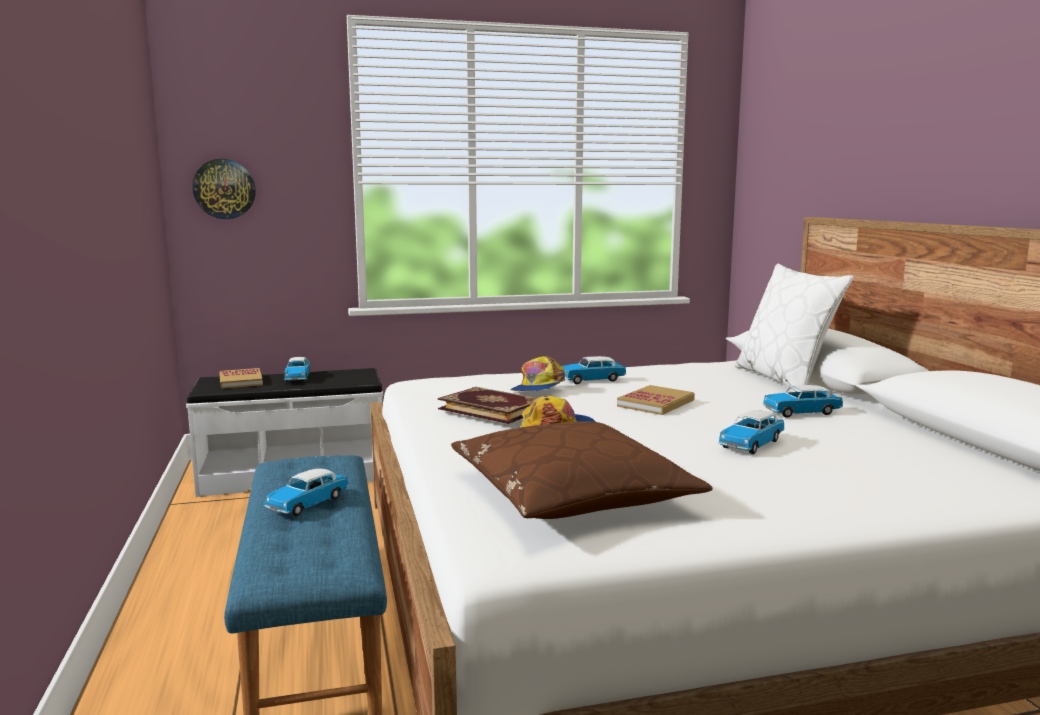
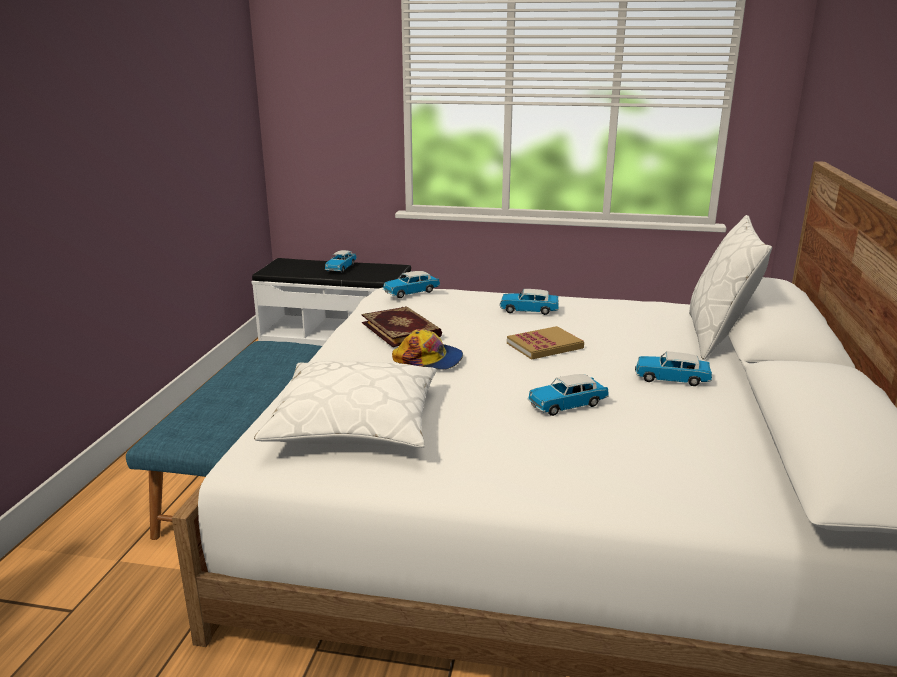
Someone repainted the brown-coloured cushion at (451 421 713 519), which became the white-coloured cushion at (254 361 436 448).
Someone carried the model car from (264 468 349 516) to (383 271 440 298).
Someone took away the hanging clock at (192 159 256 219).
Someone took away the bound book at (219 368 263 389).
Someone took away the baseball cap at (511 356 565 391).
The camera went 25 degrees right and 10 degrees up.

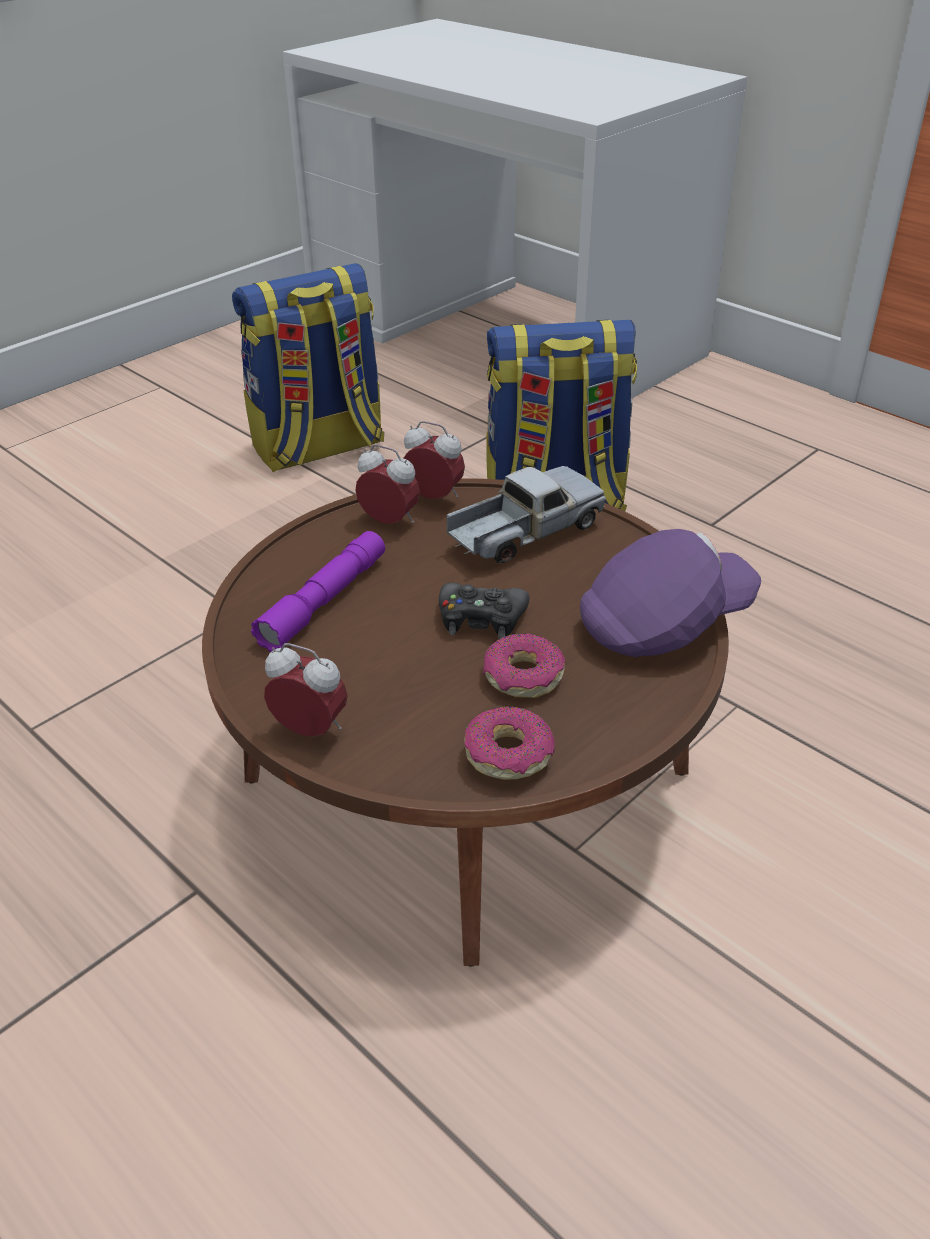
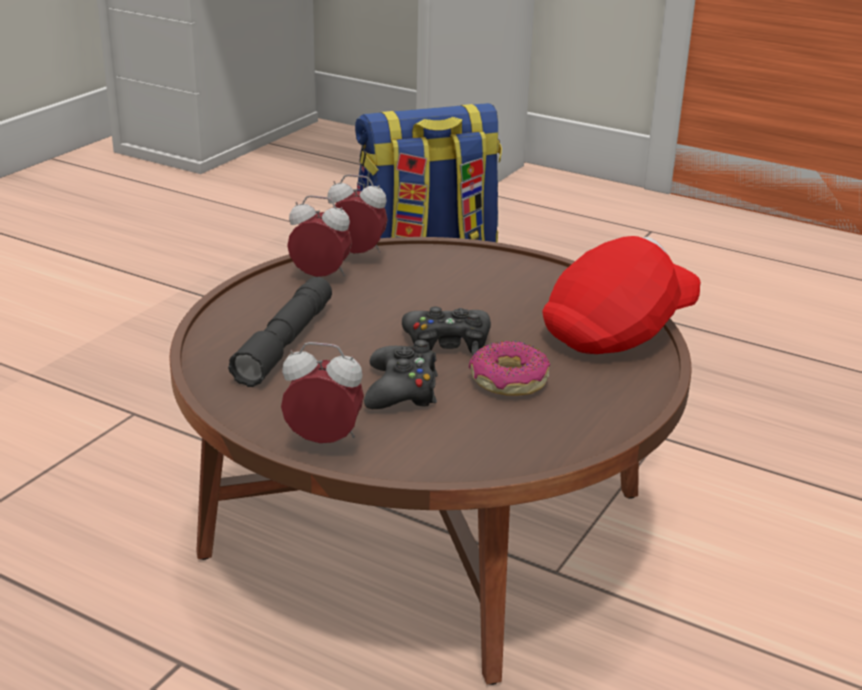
Someone repainted the purplish flashlight at (251 531 385 652), which became the grey flashlight at (228 277 332 387).
Someone put down the blackish game controller at (364 340 438 409).
Someone repainted the purplish baseball cap at (580 529 761 657), which became the red-coloured baseball cap at (542 236 701 354).
Someone took away the rucksack at (232 263 384 472).
Someone took away the toy lorry at (447 466 606 563).
Someone took away the donut at (464 706 555 780).
The camera went 15 degrees left and 10 degrees down.

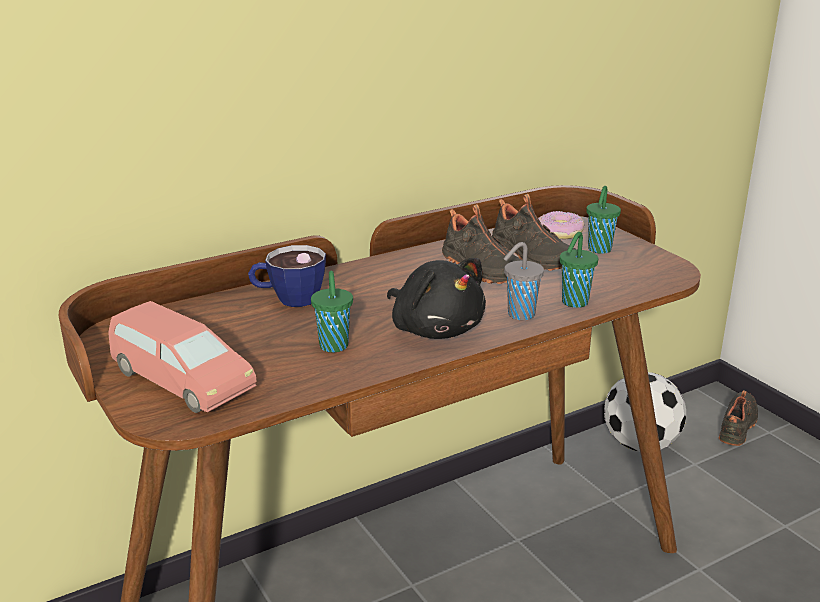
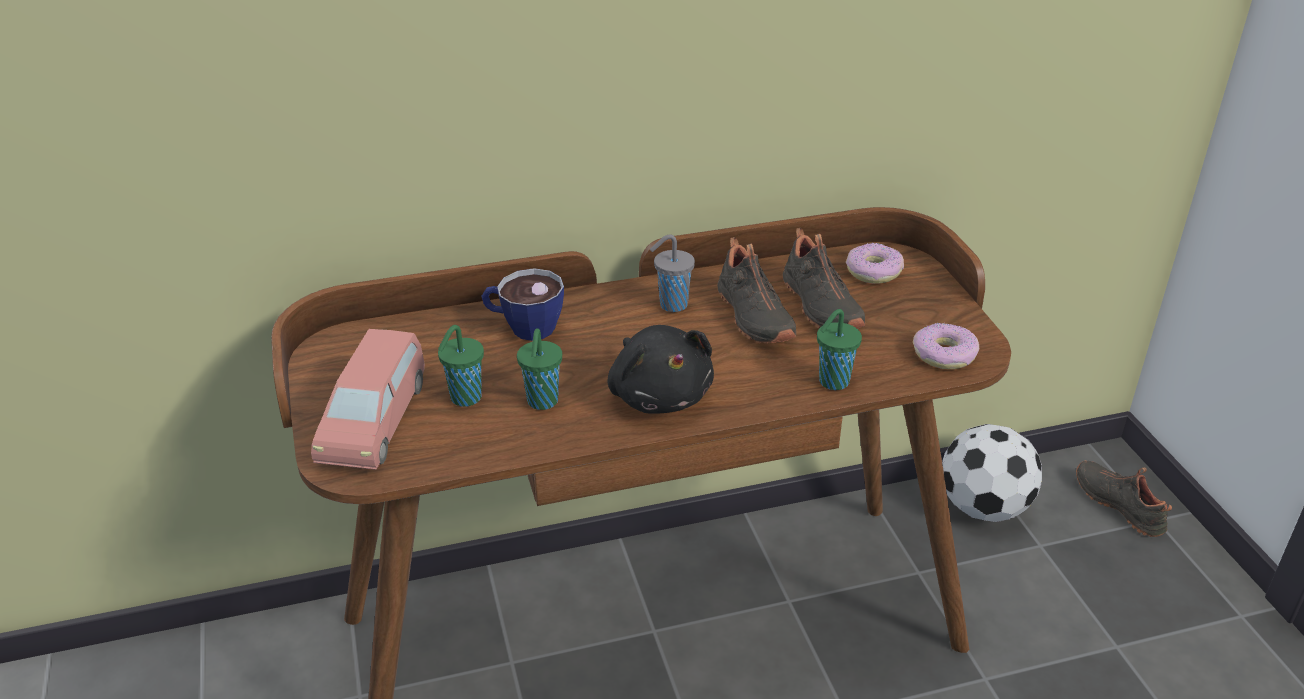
Someone rotated the pink-coloured model car at (108 301 257 413) by 45 degrees clockwise.
Someone carried the green cup from (586 186 621 254) to (438 325 484 407).
Someone carried the grey cup from (503 242 544 320) to (650 234 695 312).
Someone put down the donut at (913 323 979 369).
Someone rotated the blackish low shoe at (719 390 758 446) by 75 degrees counterclockwise.
The camera went 15 degrees right and 10 degrees up.

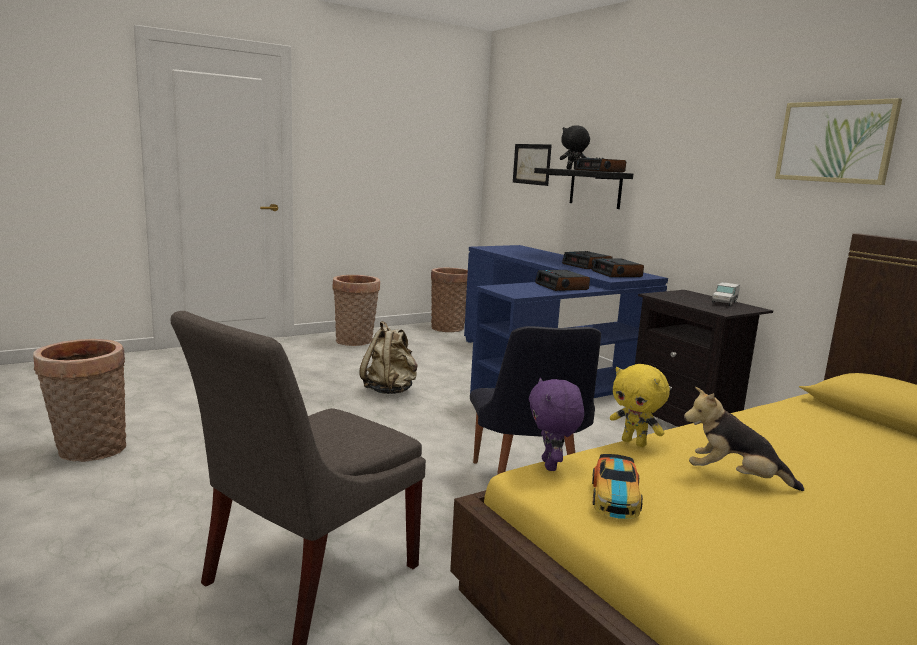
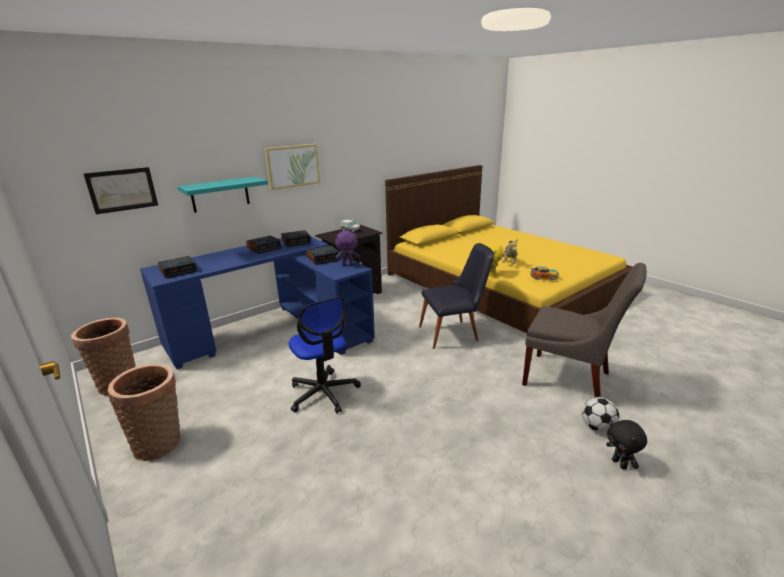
Someone carried the alarm clock from (575 157 626 173) to (158 256 197 278).
Someone repainted the blackish shelf at (534 168 633 209), which became the turquoise shelf at (177 177 268 213).
Someone carried the wall picture from (775 98 902 185) to (265 144 320 190).
Someone swapped the sand-coloured rucksack at (359 321 418 394) for the desk chair at (289 296 361 413).
Someone carried the purplish soft toy from (529 377 584 471) to (335 231 360 266).
Someone put down the football at (582 397 619 432).
Someone carried the blackish soft toy from (560 125 590 170) to (606 420 647 469).
Someone took away the basket at (33 339 126 462).
The camera went 95 degrees left and 10 degrees up.

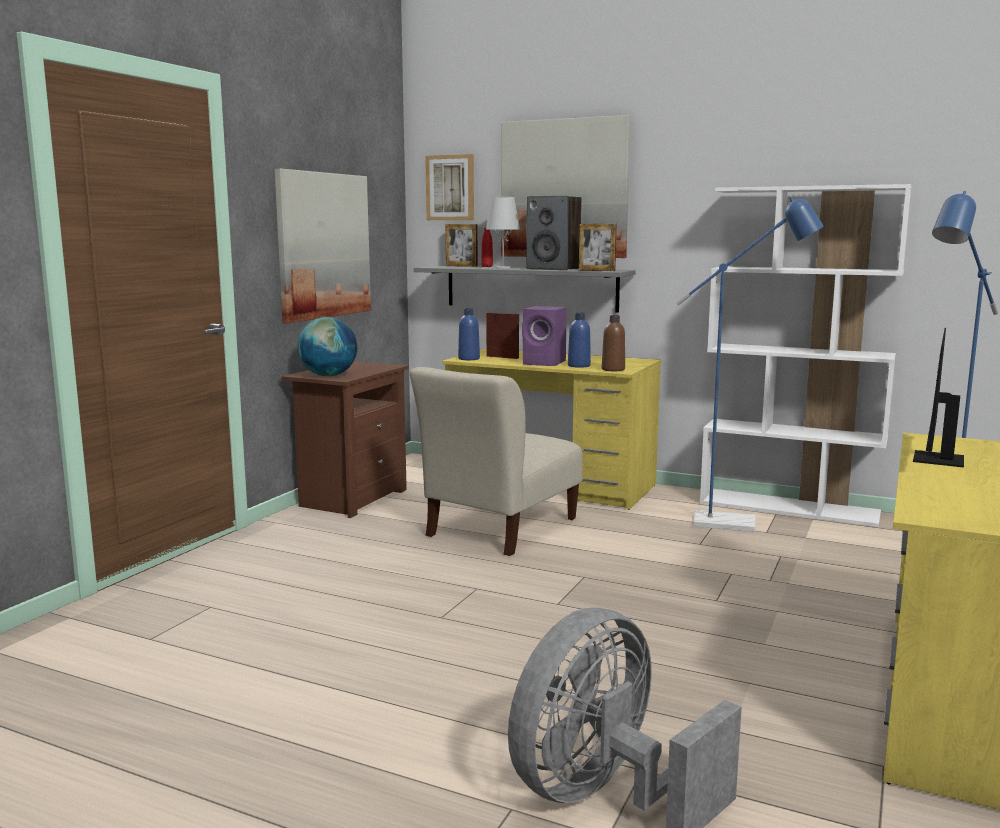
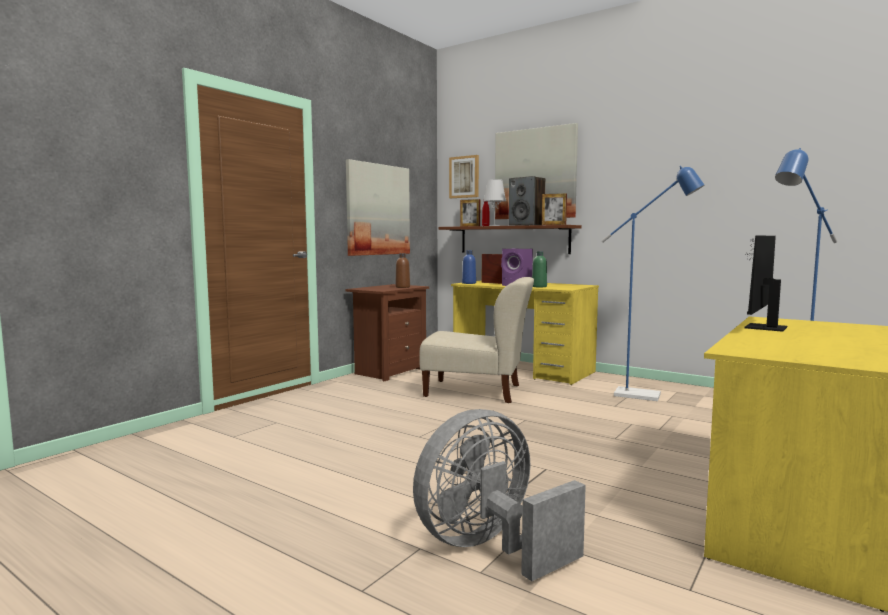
Someone carried the brown-coloured beverage bottle from (602 315 625 371) to (395 253 410 288).
Someone rotated the sand-coloured chair at (410 367 583 556) by 120 degrees counterclockwise.
Someone repainted the grey shelf at (414 266 635 313), which became the brown-coloured shelf at (438 225 582 254).
Someone repainted the bluish beverage bottle at (568 313 591 368), which became the green beverage bottle at (532 251 547 287).
Someone took away the globe at (297 317 357 376).
Someone took away the white-coloured shelving unit at (700 184 912 527).
The camera went 10 degrees right and 5 degrees down.

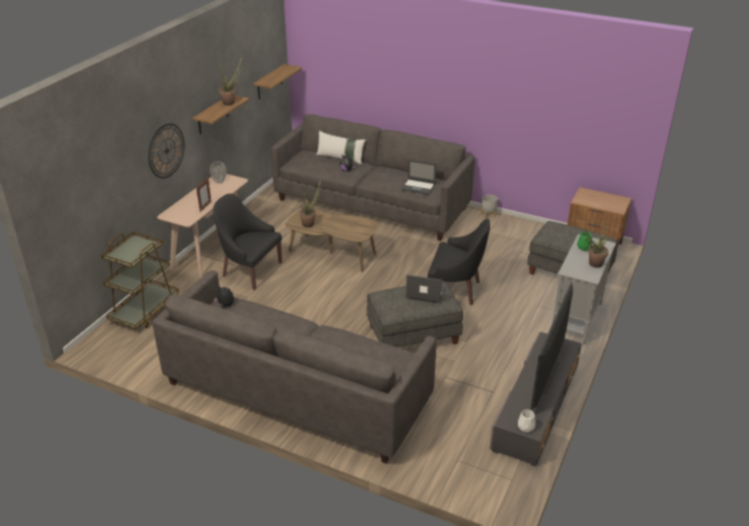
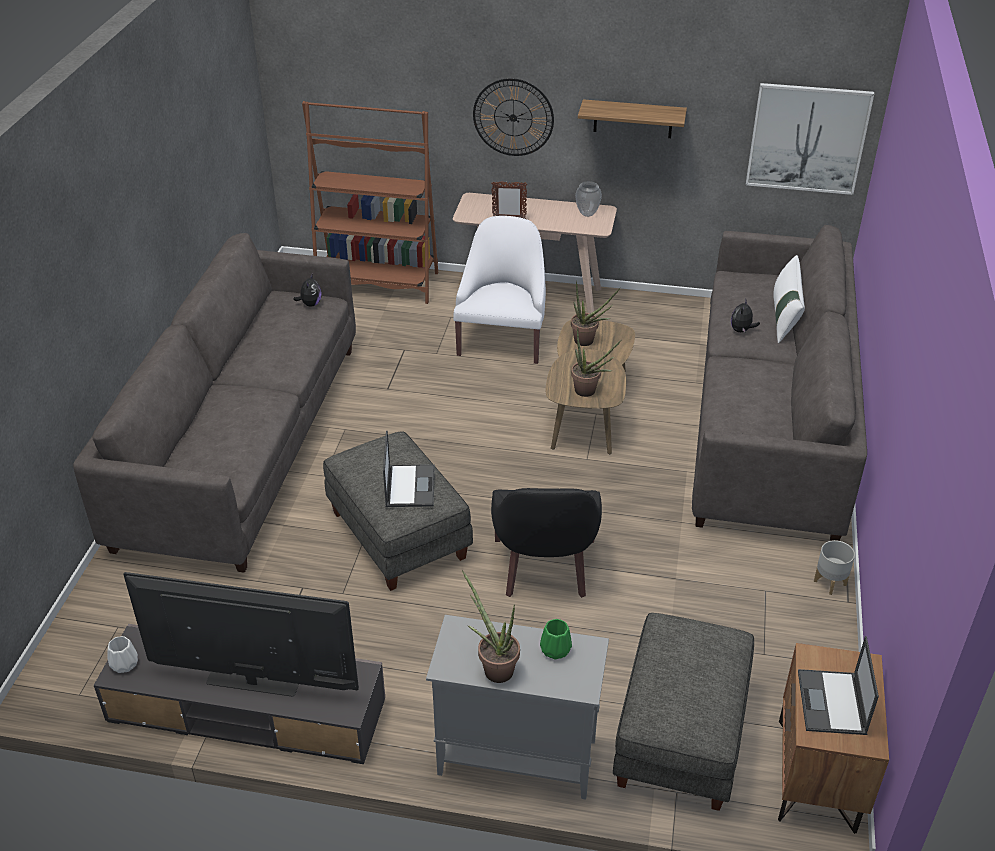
Someone swapped the brown-coloured trolley at (101 231 179 329) for the brown-coloured shelving unit at (302 101 438 304).
Someone repainted the blackish easy chair at (213 194 282 290), which became the white-coloured easy chair at (453 216 546 364).
Someone carried the plant in a pot from (219 58 242 105) to (571 327 621 397).
Someone swapped the shelf at (253 64 302 99) for the wall picture at (746 83 874 195).
Someone carried the notebook computer from (401 159 436 195) to (798 636 879 735).
The camera went 75 degrees right and 5 degrees up.

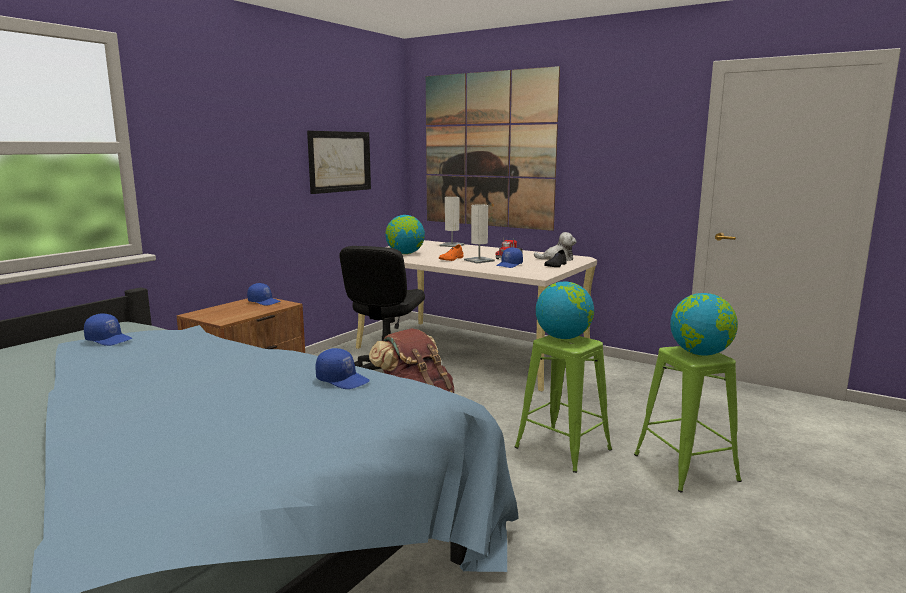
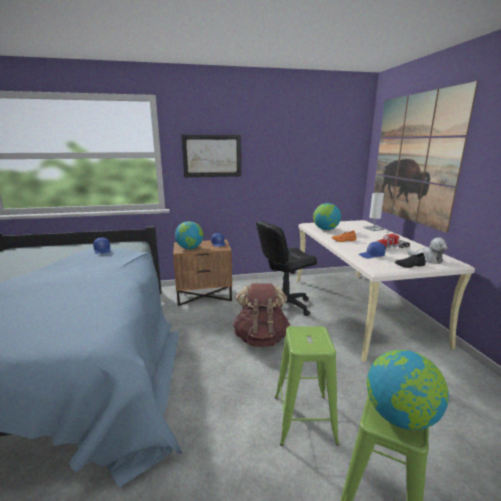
Someone carried the globe from (536 281 594 339) to (175 221 203 249).
Someone carried the wall picture from (307 131 371 194) to (182 135 241 177).
Someone took away the bluish baseball cap at (315 348 370 389).
Someone took away the white-coloured table lamp at (464 204 495 264).
The camera went 45 degrees right and 5 degrees up.

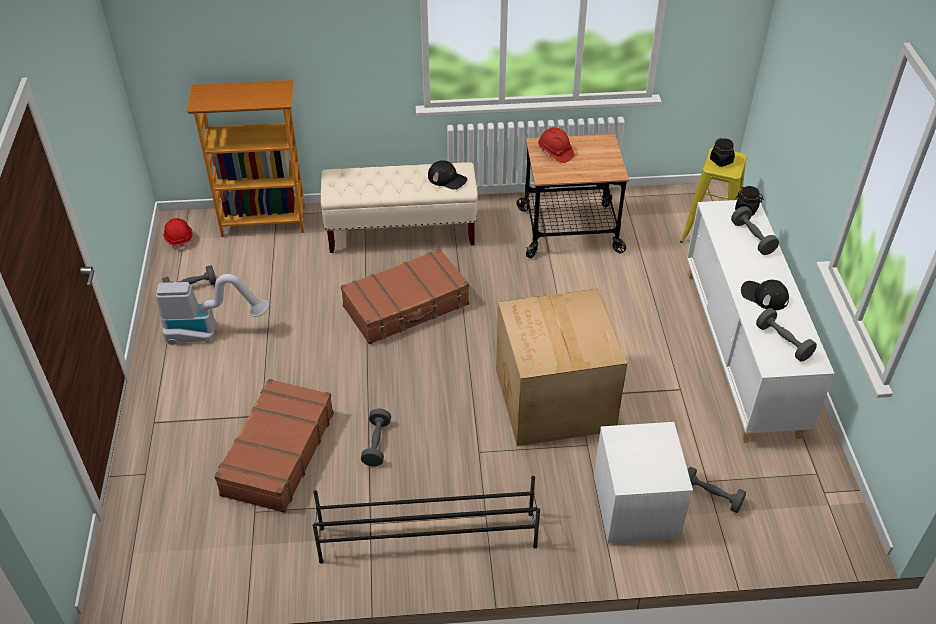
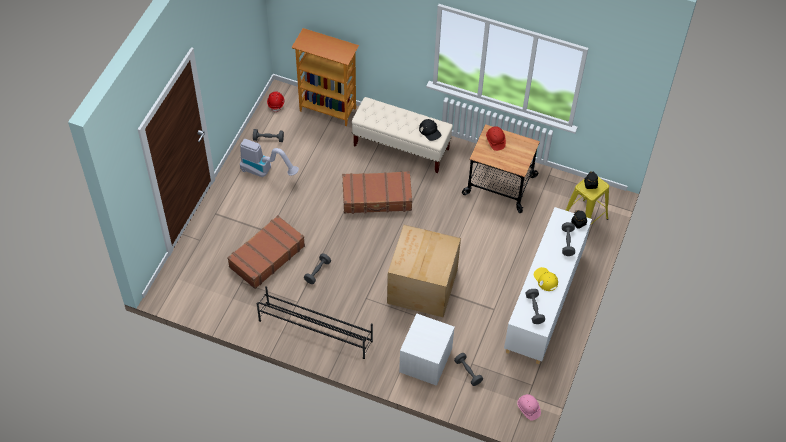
Someone put down the pink-coloured work helmet at (517 394 541 421).
Someone repainted the blackish baseball cap at (741 280 789 310), which became the yellow-coloured baseball cap at (534 267 558 291).
The camera went 25 degrees right and 10 degrees up.

